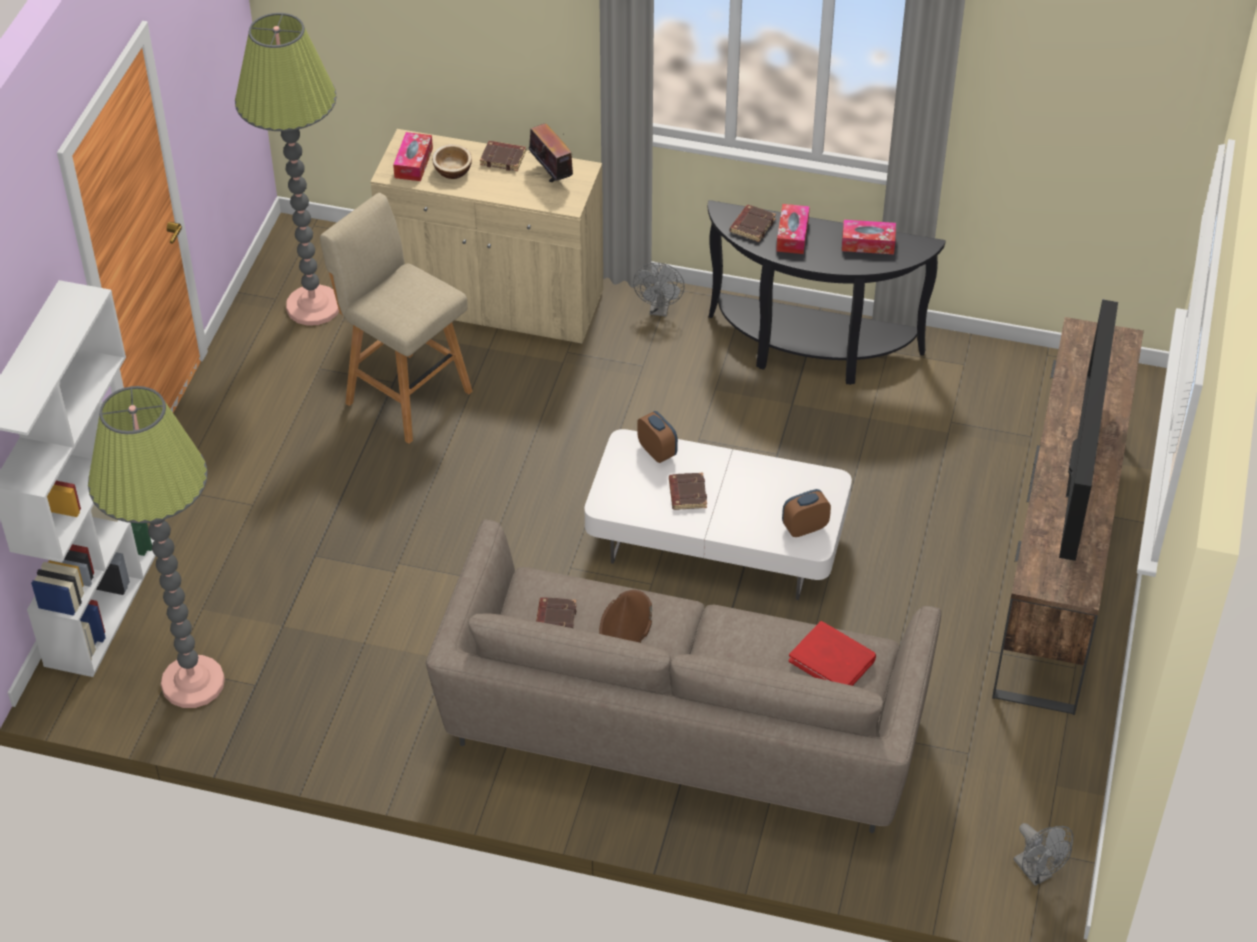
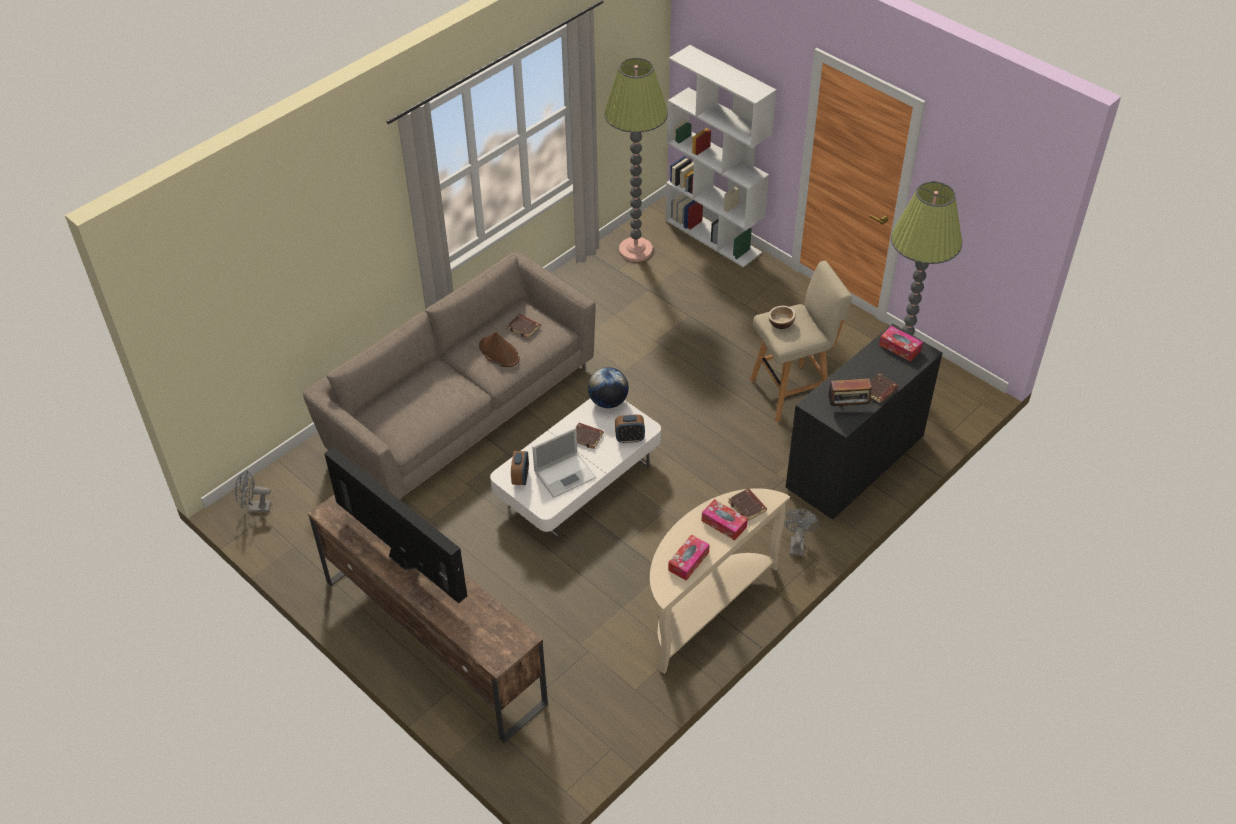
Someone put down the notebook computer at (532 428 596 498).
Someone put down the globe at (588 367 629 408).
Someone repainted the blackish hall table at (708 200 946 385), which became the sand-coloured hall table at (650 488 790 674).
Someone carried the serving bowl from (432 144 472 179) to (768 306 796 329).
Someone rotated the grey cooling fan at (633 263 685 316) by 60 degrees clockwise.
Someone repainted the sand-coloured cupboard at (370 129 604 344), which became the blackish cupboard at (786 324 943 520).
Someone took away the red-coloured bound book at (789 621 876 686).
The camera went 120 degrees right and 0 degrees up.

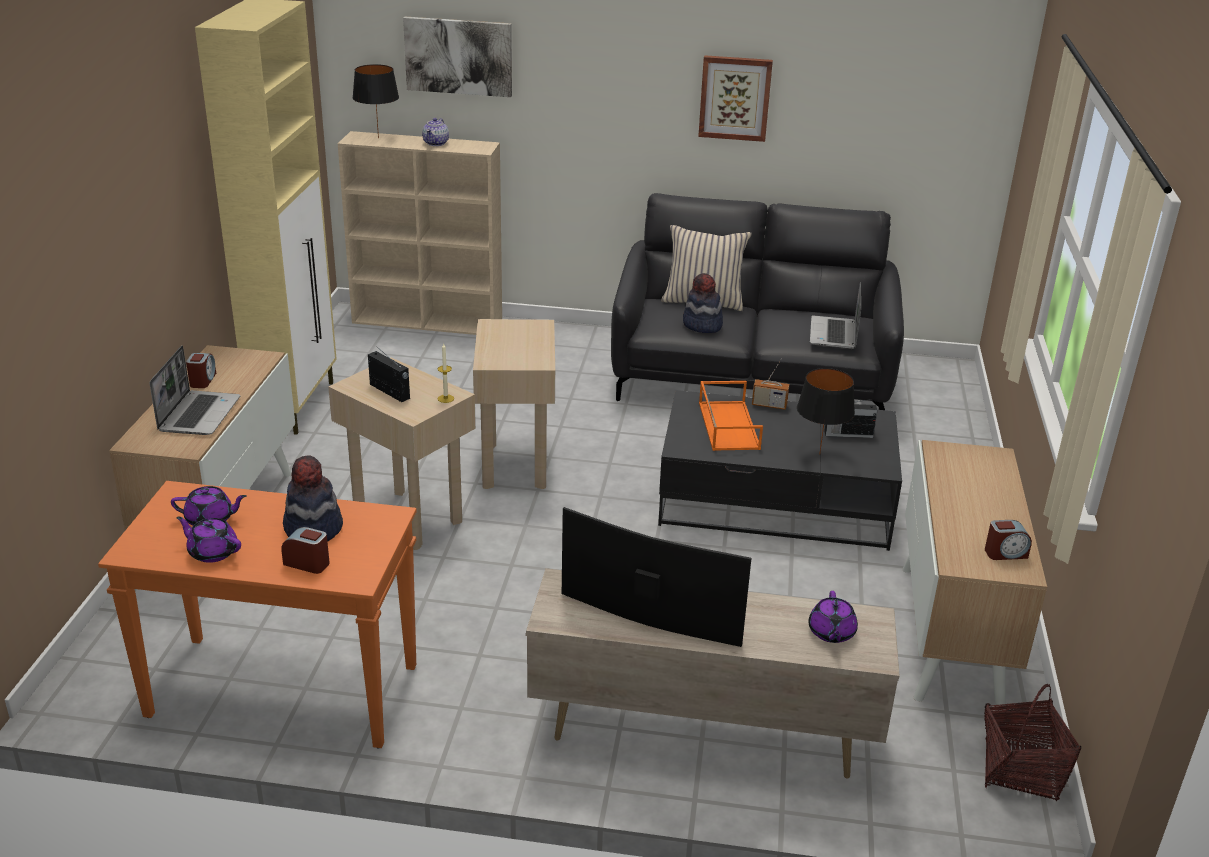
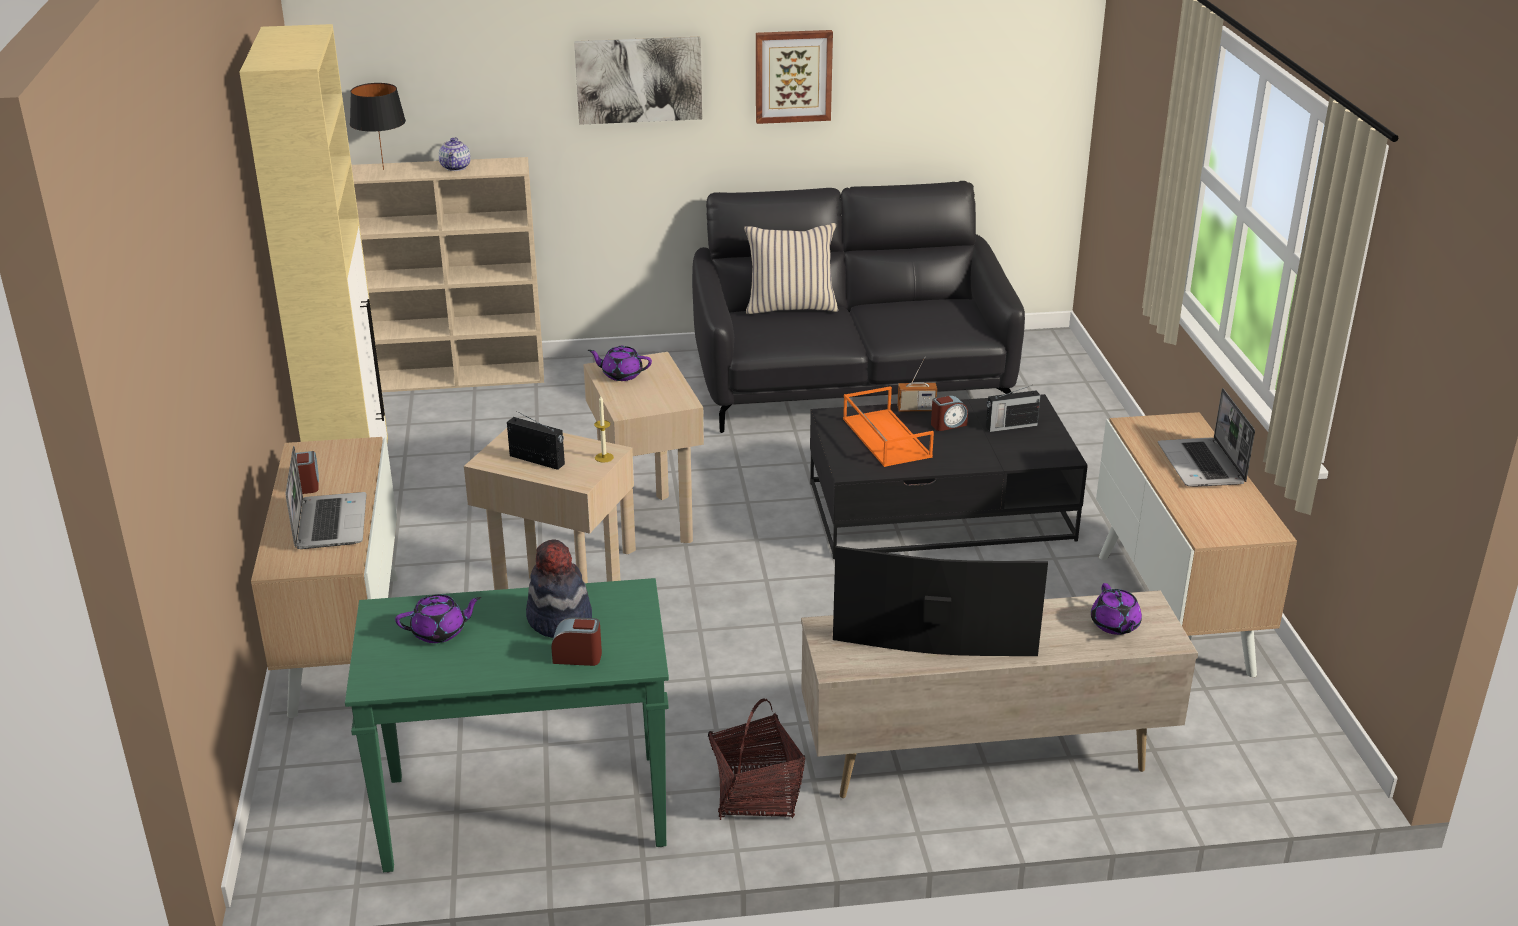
Someone repainted the orange hall table at (98 481 417 748), which became the green hall table at (345 578 669 873).
Someone carried the wall picture from (403 17 512 97) to (574 37 702 125).
Someone carried the purplish teapot from (176 516 241 563) to (588 346 652 381).
Someone carried the basket from (984 684 1081 801) to (708 698 806 820).
Someone carried the alarm clock from (985 520 1032 560) to (931 395 968 431).
Someone carried the notebook computer from (810 282 861 349) to (1158 388 1255 487).
Someone took away the wearable hat at (683 273 723 333).
Someone took away the blackish table lamp at (797 368 855 455).
The camera went 15 degrees left and 0 degrees up.

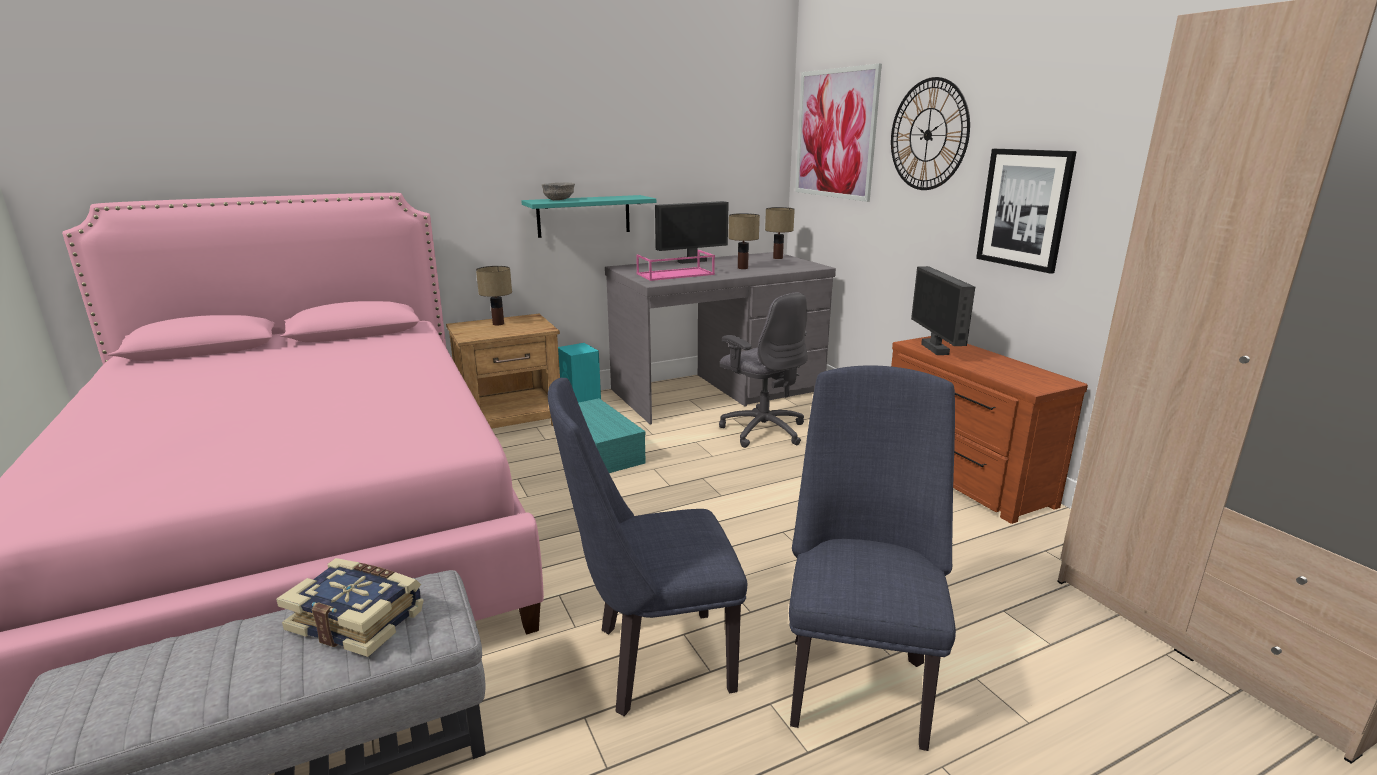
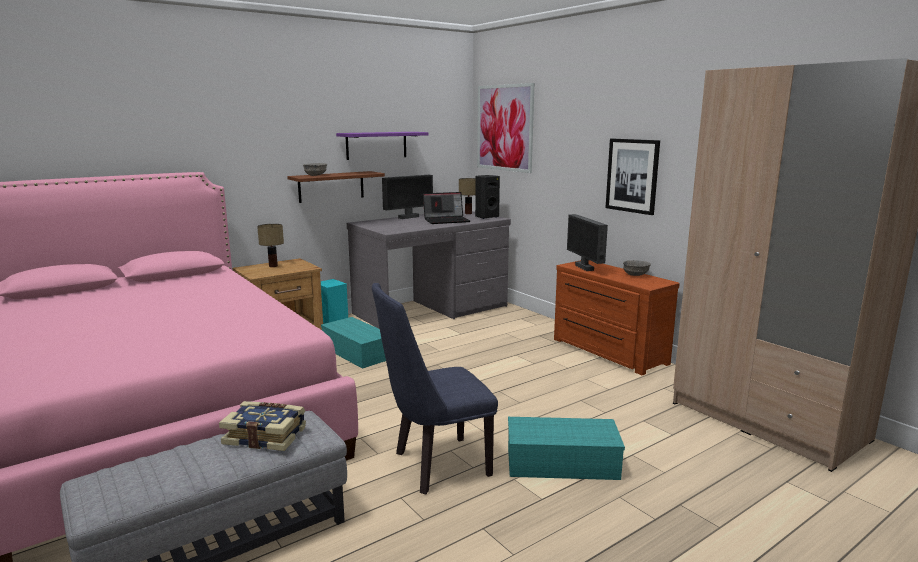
Someone repainted the turquoise shelf at (521 195 656 238), which became the brown-coloured shelf at (287 171 385 203).
Someone put up the purplish shelf at (336 132 428 160).
Someone swapped the table lamp at (728 213 760 269) for the notebook computer at (423 192 470 224).
Someone put down the blackish speaker at (475 175 500 219).
Someone swapped the bluish chair at (789 365 956 751) for the turquoise storage box at (508 417 625 480).
Someone put down the grey serving bowl at (623 260 651 276).
Someone took away the pink-coloured serving tray at (636 250 715 281).
Someone took away the grey desk chair at (719 293 808 448).
Someone took away the hanging clock at (891 77 970 190).
The camera went 10 degrees left and 5 degrees down.

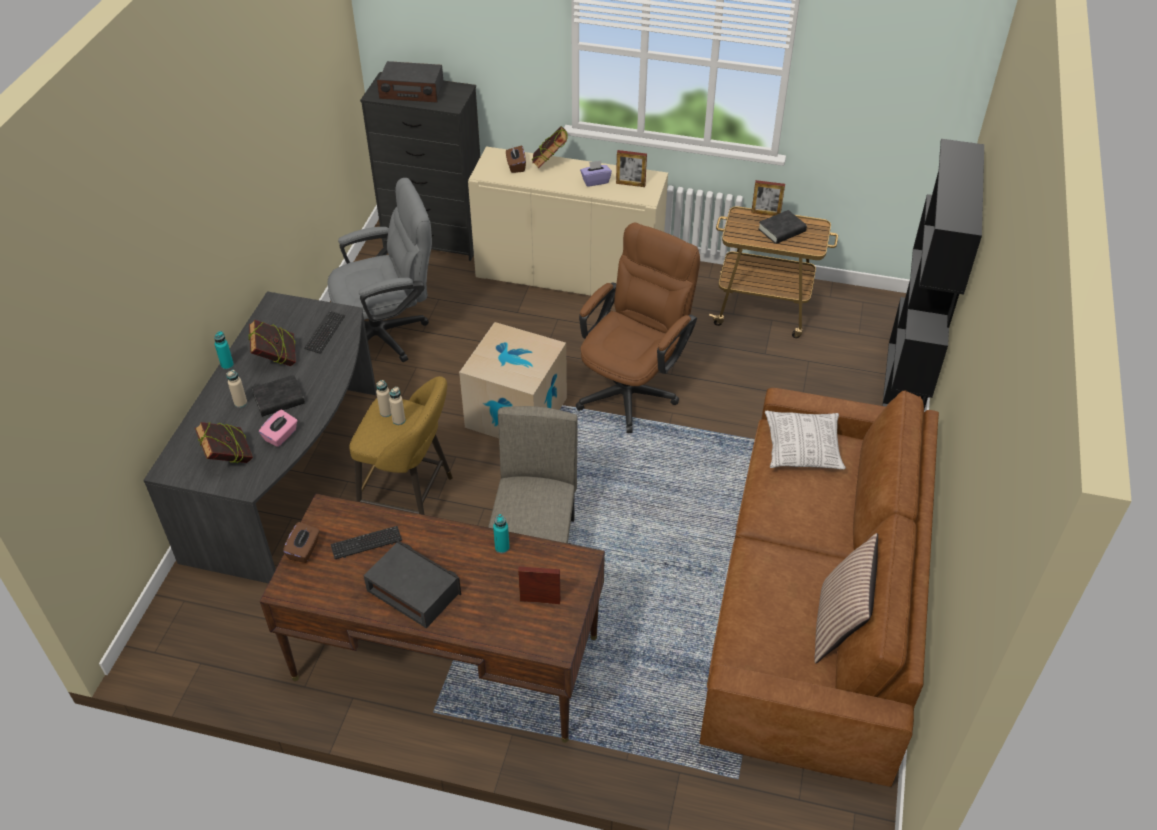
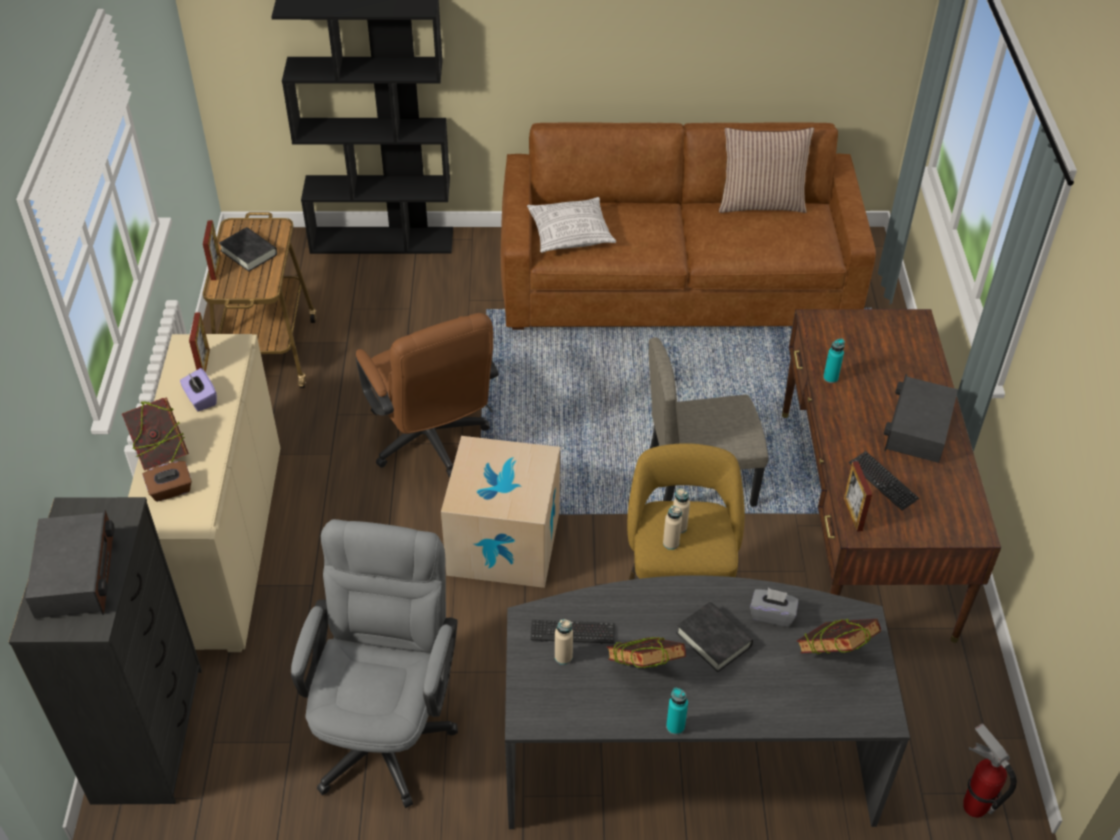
Someone rotated the grey desk chair at (327 178 432 362) by 45 degrees clockwise.
Someone rotated the brown-coloured desk chair at (576 223 700 433) by 135 degrees counterclockwise.
Someone carried the sand-coloured beverage bottle from (227 370 247 408) to (555 619 573 665).
Someone repainted the pink-coloured box of tissues at (259 409 297 447), which became the grey box of tissues at (750 588 799 627).
Someone carried the standing frame from (518 567 560 604) to (843 461 872 532).
Someone put down the extinguisher at (963 723 1017 818).
Someone took away the brown-coloured box of tissues at (283 522 320 563).
The camera went 105 degrees left and 0 degrees up.

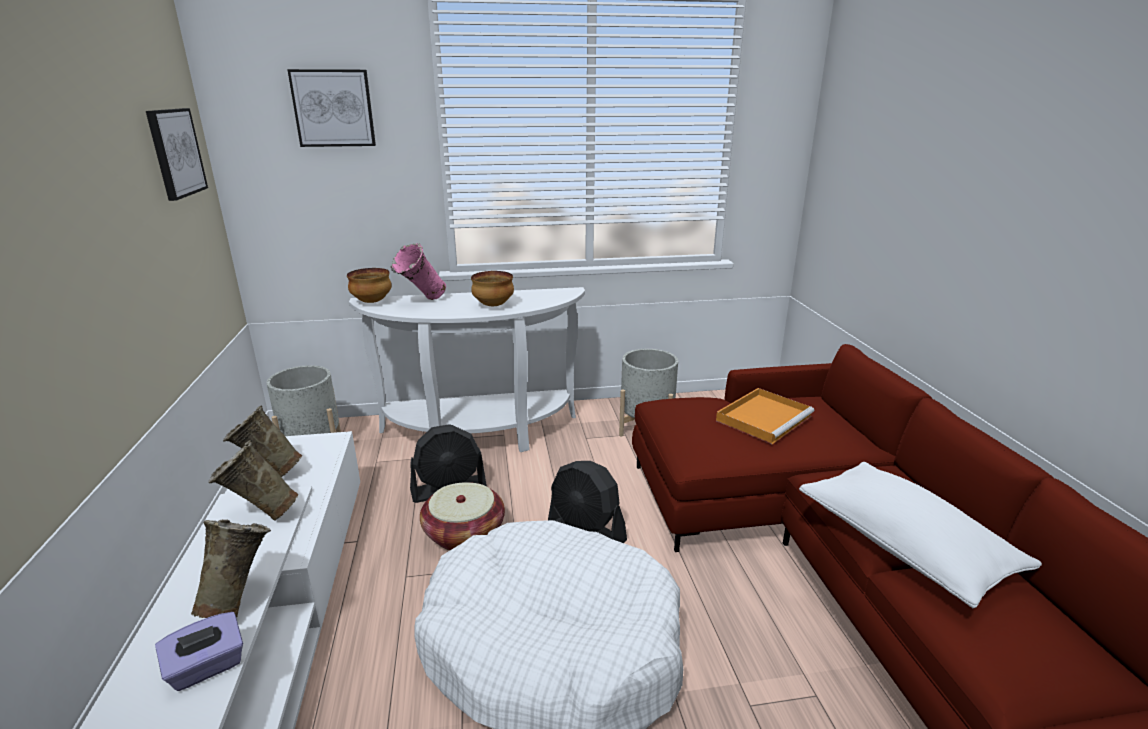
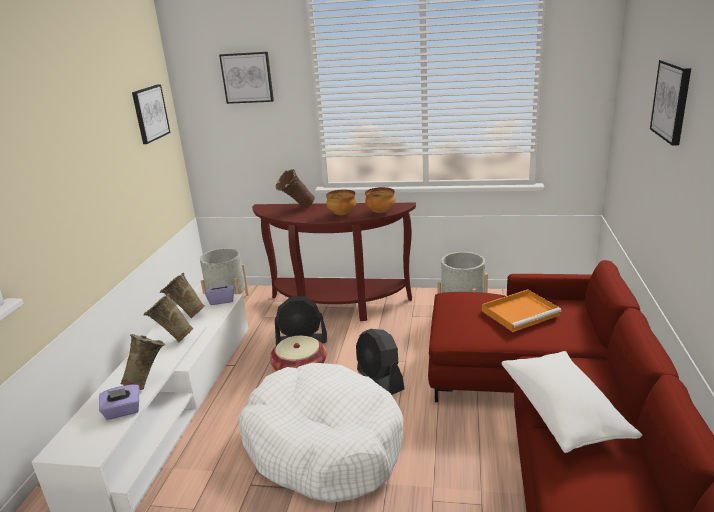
Someone put down the purplish box of tissues at (205 280 234 305).
Someone repainted the white-coloured hall table at (349 287 585 452), which became the brown-coloured hall table at (252 203 416 321).
Someone repainted the pink-coloured vase at (391 243 446 300), which became the brown-coloured vase at (275 169 315 208).
Someone carried the serving bowl from (347 268 392 303) to (365 187 395 213).
Someone put up the wall picture at (650 60 691 145).
The camera went 20 degrees right and 0 degrees up.

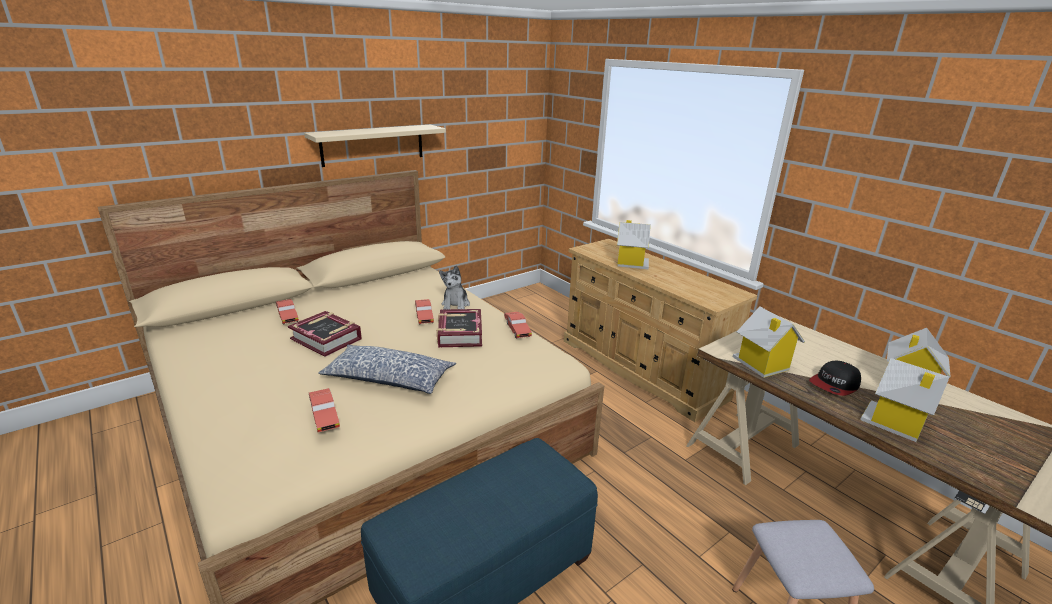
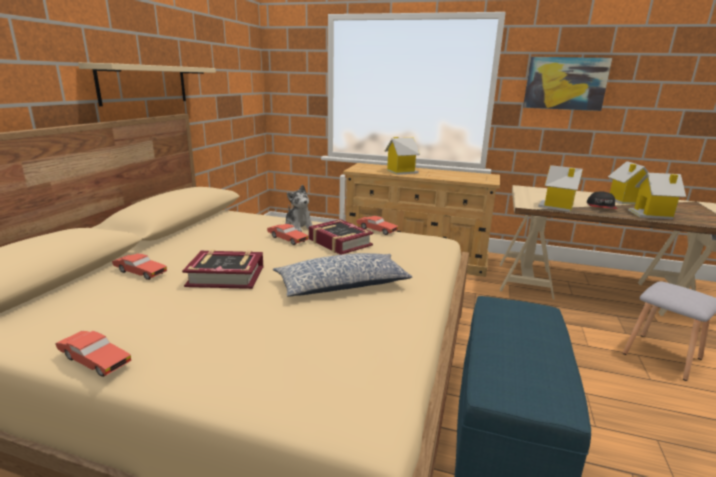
Someone carried the red-coloured model car from (309 388 340 432) to (56 331 132 377).
Someone put up the wall picture at (523 57 612 111).
The camera went 35 degrees left and 5 degrees down.

